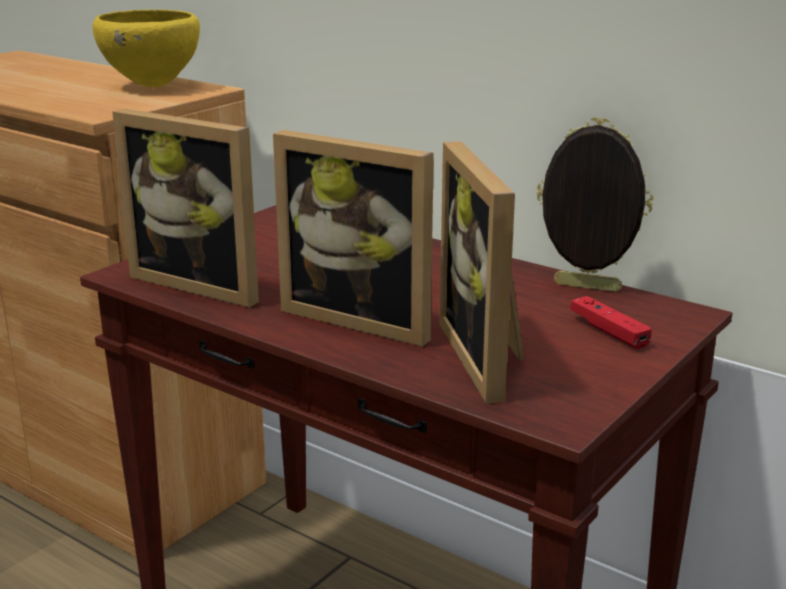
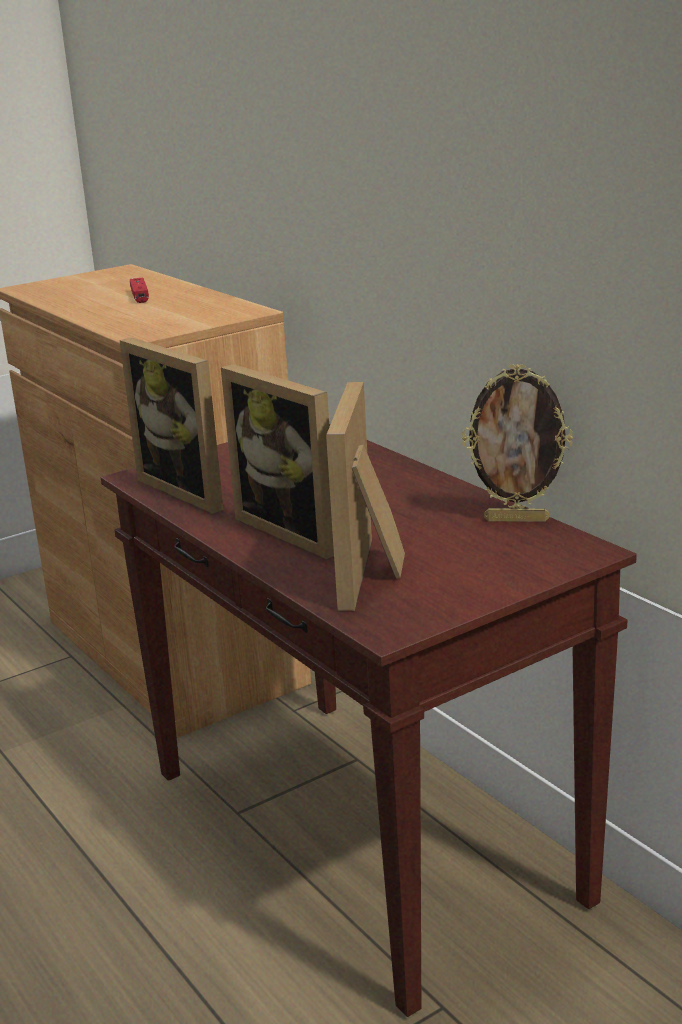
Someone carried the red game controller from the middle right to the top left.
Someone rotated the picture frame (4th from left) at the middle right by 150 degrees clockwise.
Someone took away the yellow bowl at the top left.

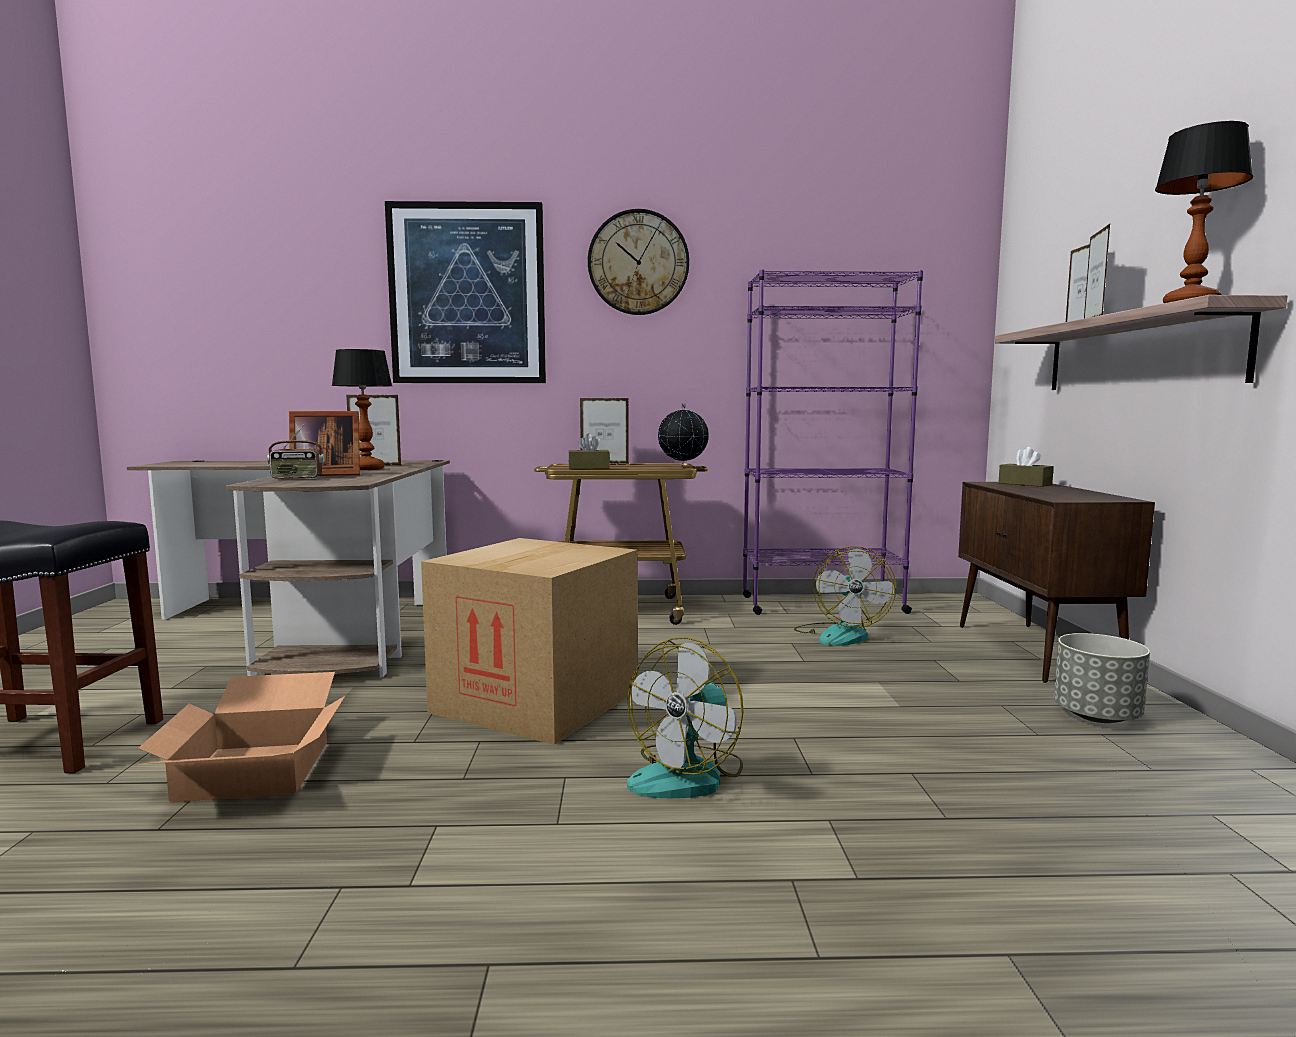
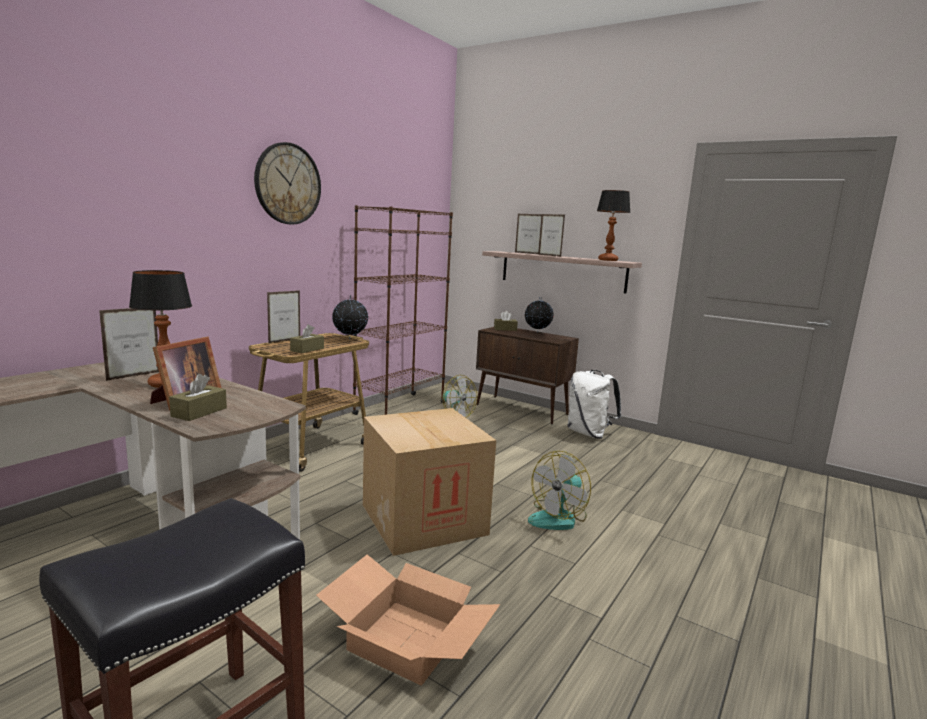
Someone swapped the radio at the middle left for the brown tissue box (1st from left) at the middle left.
Someone repainted the purple bookcase at the centre, which became the brown bookcase at the centre.
Someone put down the globe (2nd from left) at the centre.
Someone rotated the fan (1st from left in the first image) at the bottom centre by 60 degrees clockwise.
Someone swapped the grey planter at the middle right for the white backpack at the centre.
Someone took away the picture at the top centre.

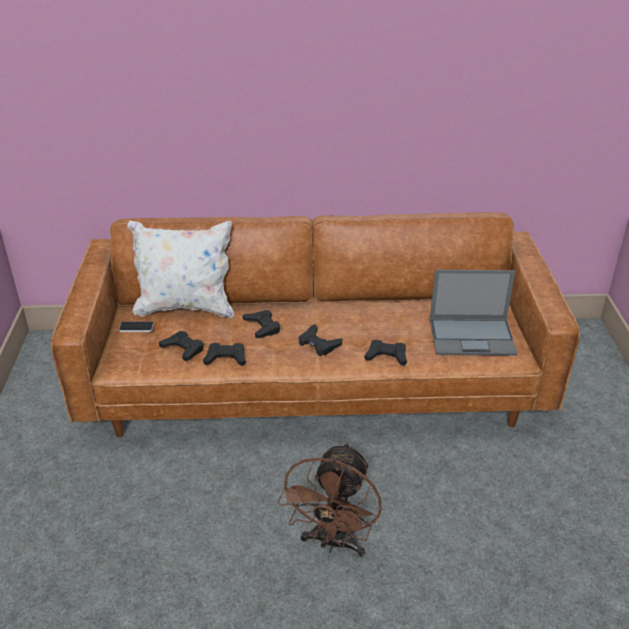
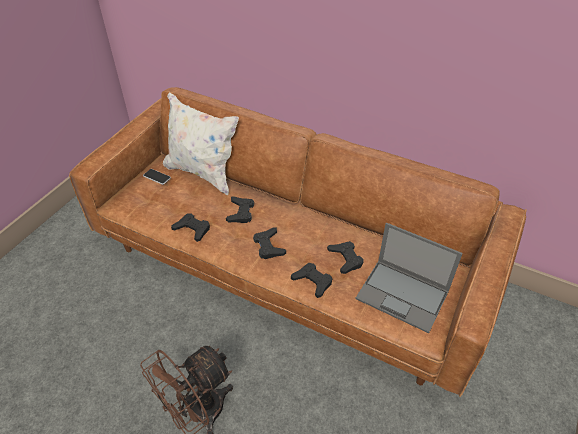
Someone carried the black game controller (1st from left in the first image) from the middle left to the centre.

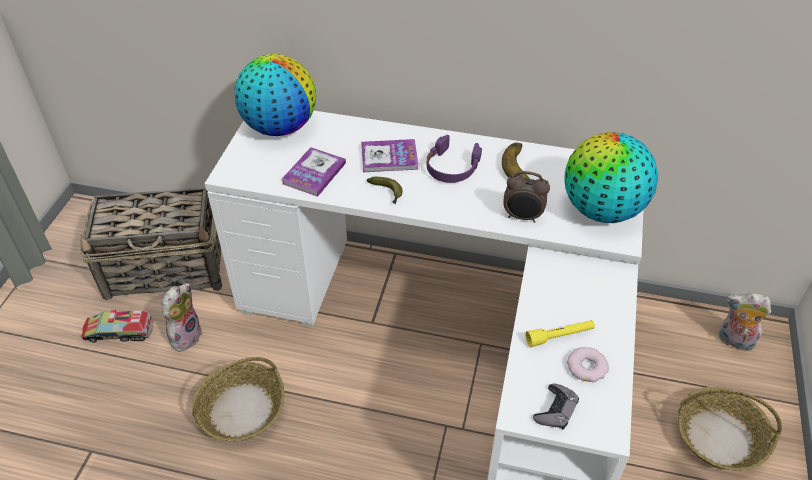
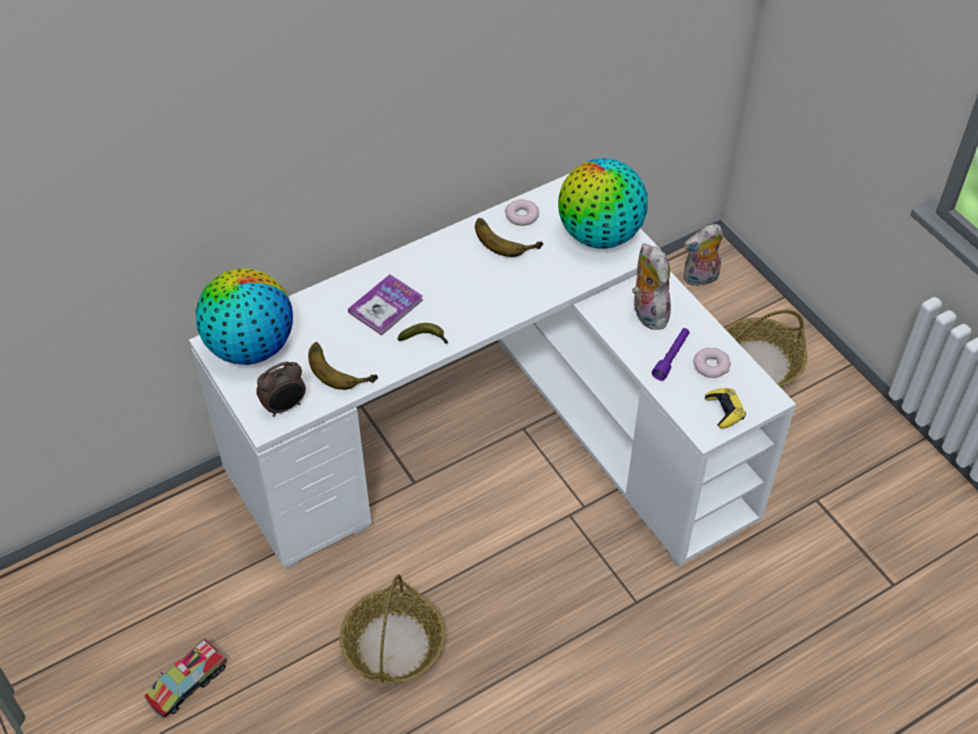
Someone carried the alarm clock from the centre to the middle left.
Someone swapped the book (1st from left) at the centre for the banana (1st from left) at the centre.
Someone put down the donut (1st from left) at the top centre.
Someone carried the plush toy (1st from left) from the middle left to the centre.
Someone repainted the yellow flashlight at the bottom right, which became the purple flashlight at the middle right.
Someone repainted the grey game controller at the bottom right, which became the yellow game controller at the middle right.
Someone took away the basket (1st from left) at the middle left.
Someone took away the purple headphones at the top centre.

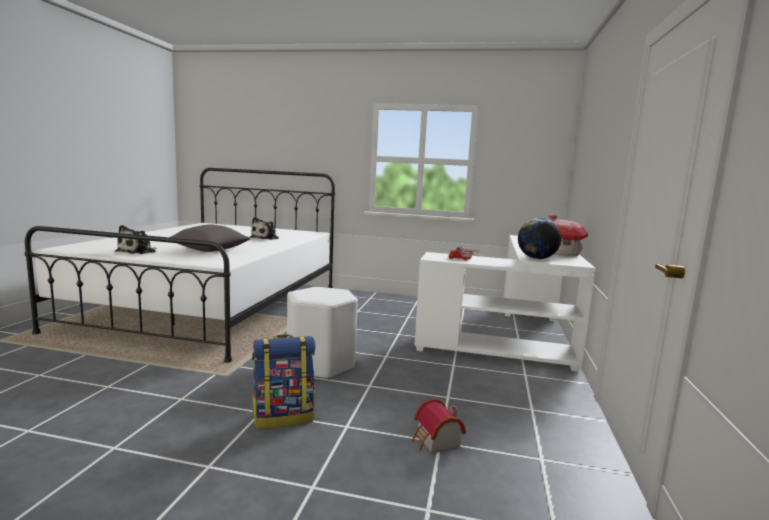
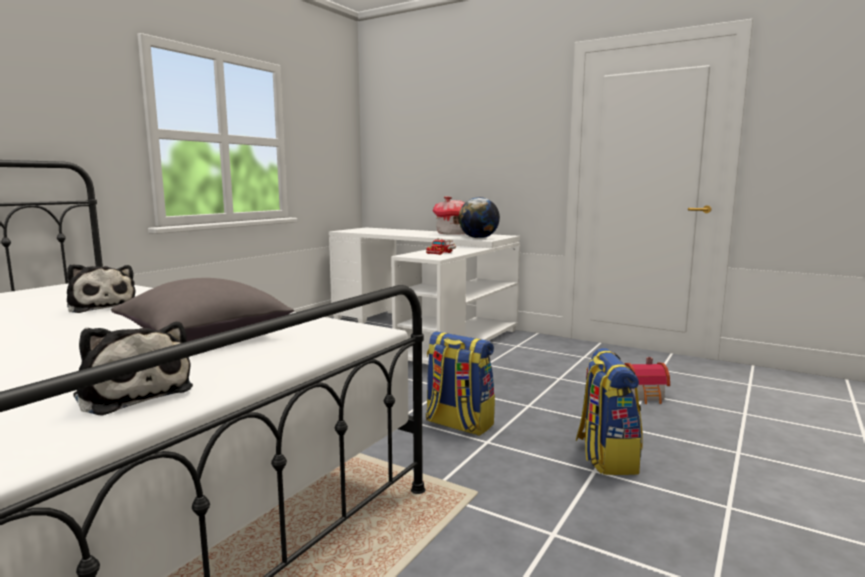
Someone swapped the white stool at the centre for the backpack (1st from left) at the centre.

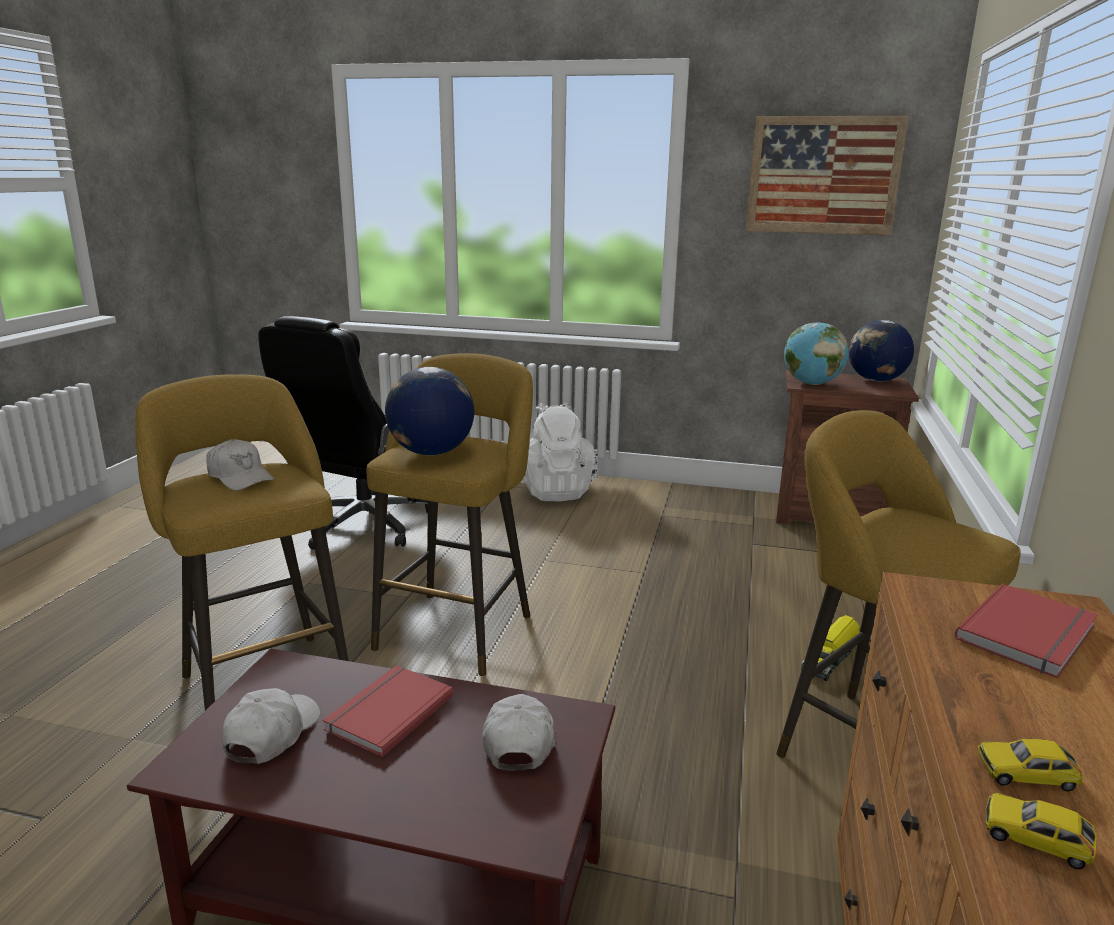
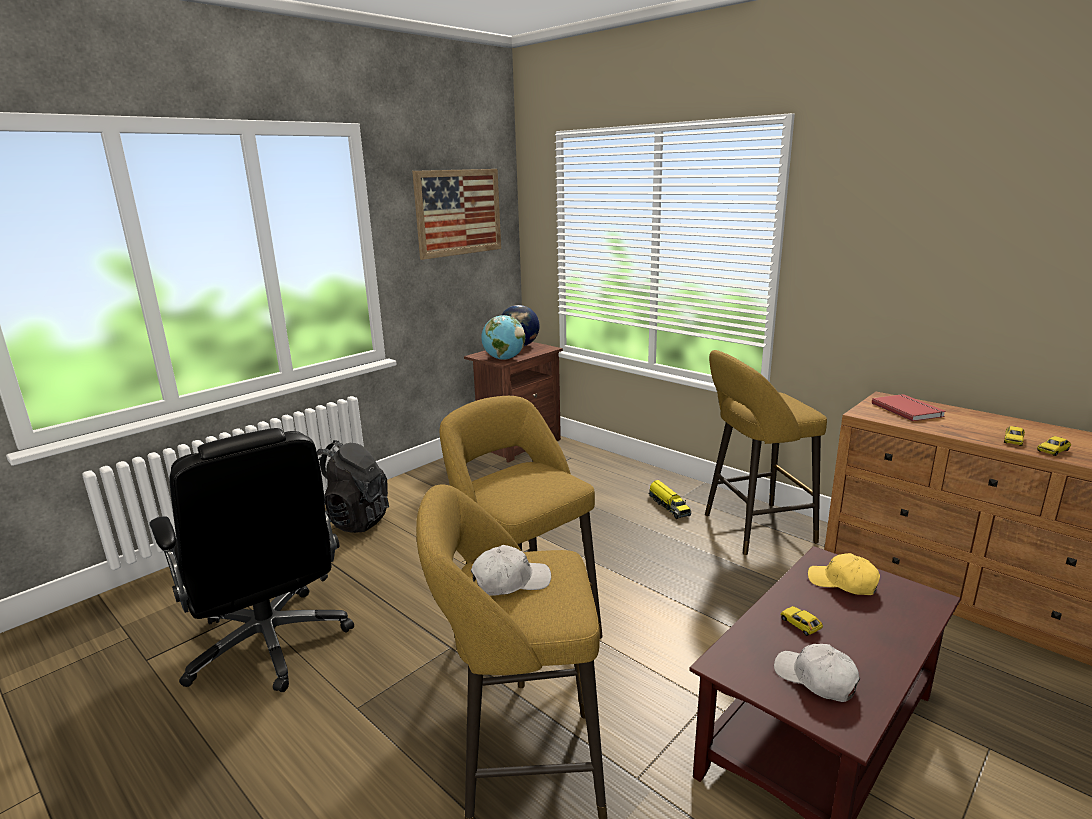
Someone repainted the white backpack at the centre, which became the black backpack at the middle left.
Someone swapped the red book (1st from left) at the bottom centre for the toy car (1st from left) at the bottom right.
Someone repainted the white cap (3rd from left) at the bottom centre, which became the yellow cap at the bottom right.
Someone took away the globe (1st from left) at the centre.

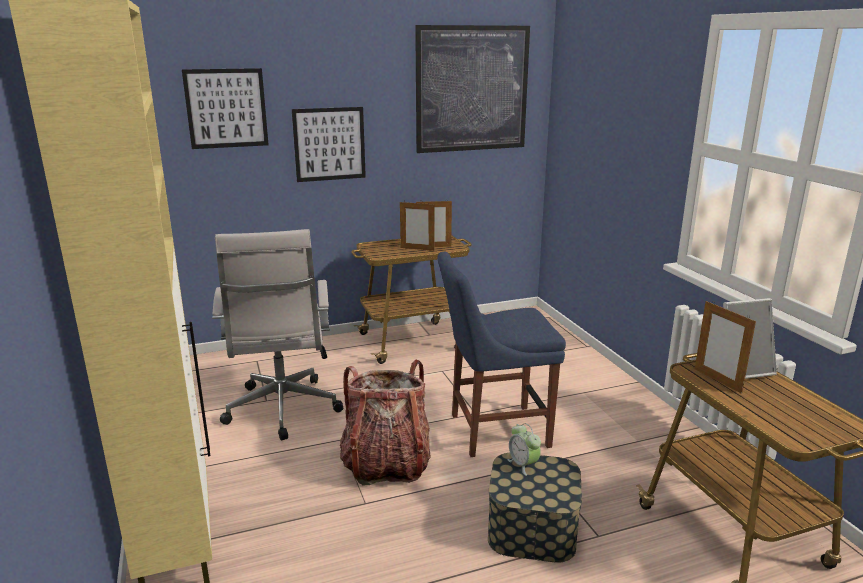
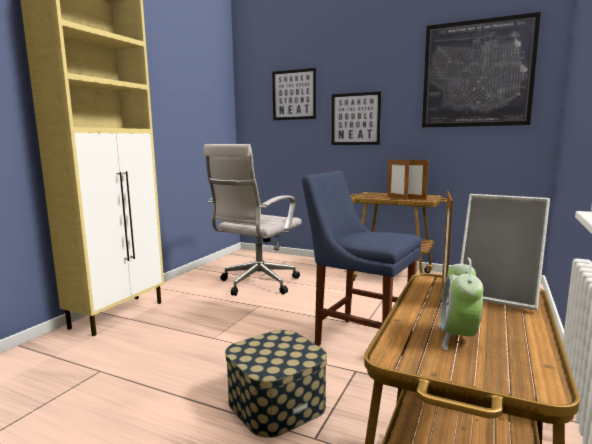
Someone carried the alarm clock from the bottom centre to the bottom right.
Someone took away the backpack at the bottom centre.

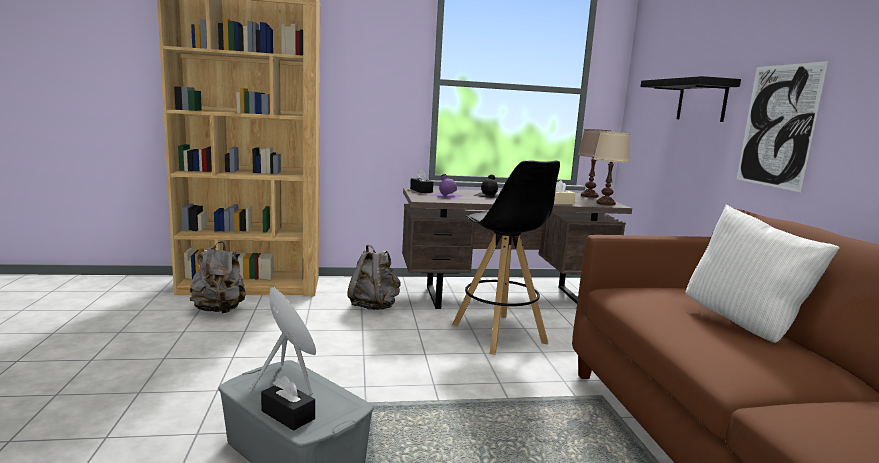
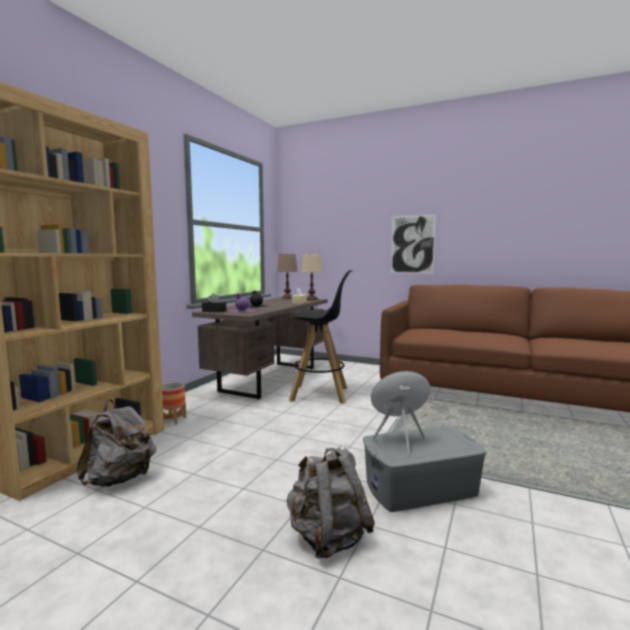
Someone put down the planter at the middle left.
Someone carried the grey backpack (2nd from left) from the centre to the bottom centre.
Someone took away the black tissue box (1st from left) at the bottom left.
Someone took away the black shelf at the top right.
Someone took away the white pillow at the middle right.

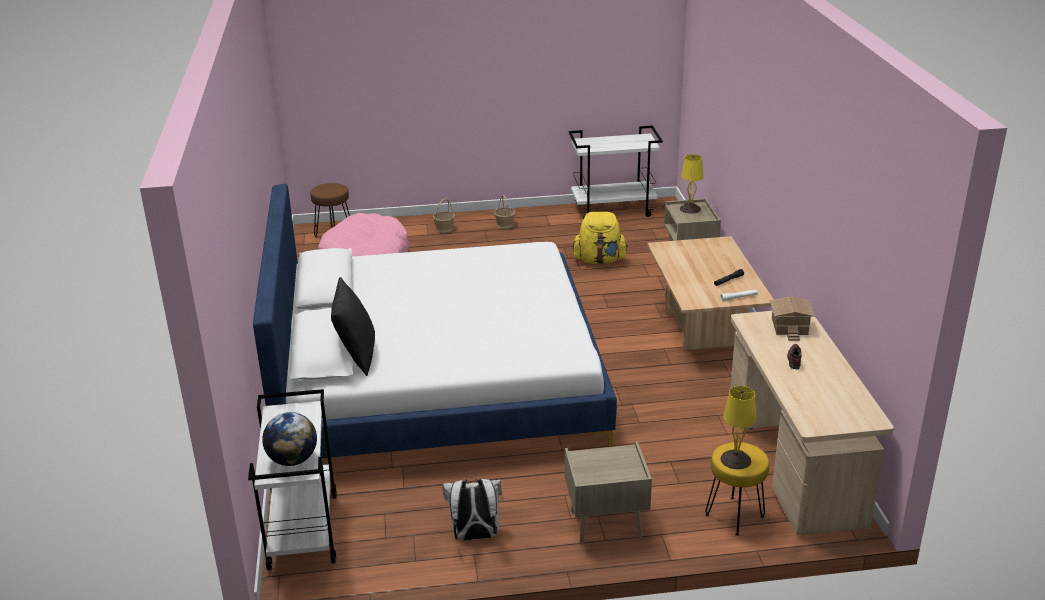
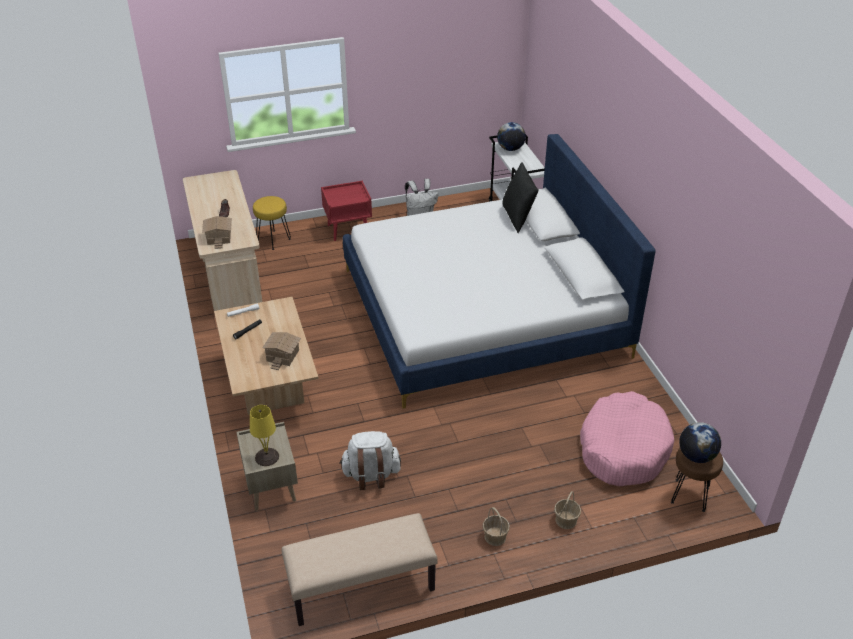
Someone put down the toy house (2nd from left) at the middle left.
Someone swapped the white cart (2nd from left) at the top centre for the beige bench at the bottom centre.
Someone repainted the beige nightstand (1st from left) at the bottom centre, which became the red nightstand at the top centre.
Someone repainted the yellow backpack at the centre, which became the white backpack (1st from left) at the bottom centre.
Someone put down the globe (2nd from left) at the bottom right.
Someone took away the yellow table lamp (2nd from left) at the bottom right.

